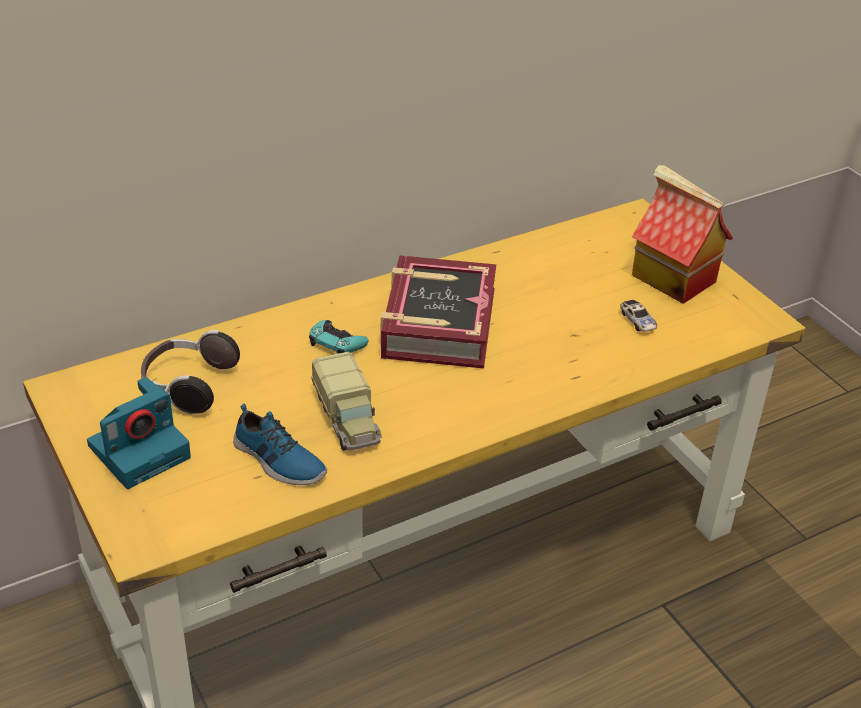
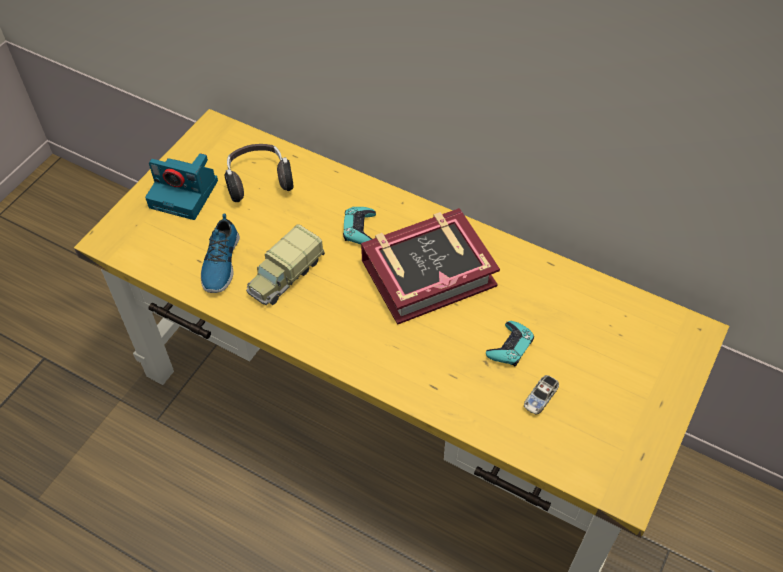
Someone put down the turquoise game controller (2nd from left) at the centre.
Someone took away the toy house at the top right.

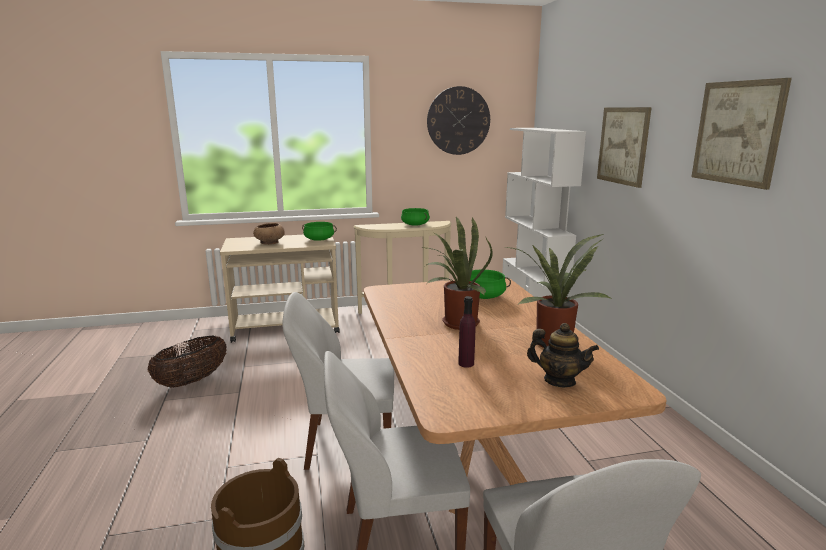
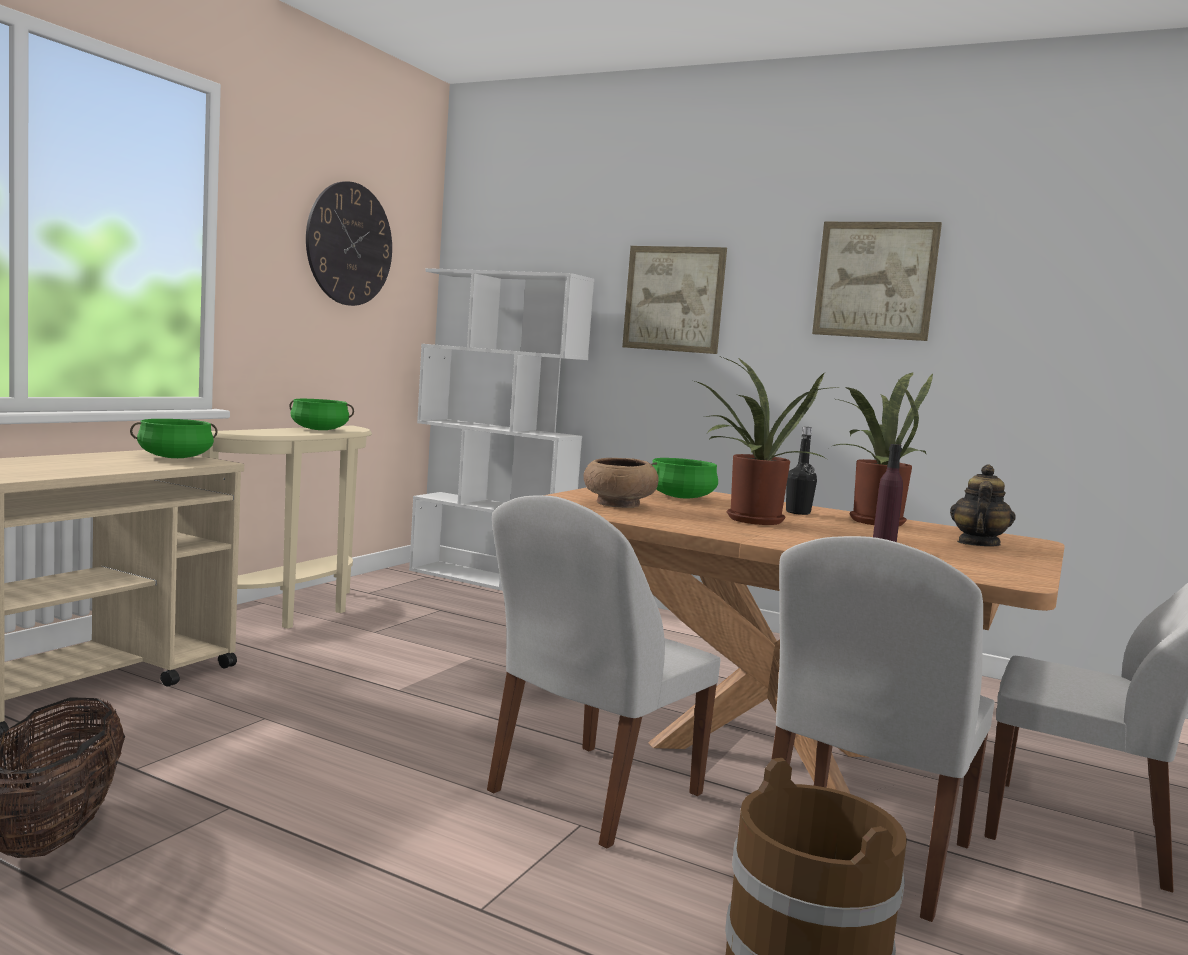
Someone carried the brown bowl from the middle left to the centre.
Someone put down the black bottle at the middle right.
Someone rotated the teapot at the middle right by 45 degrees counterclockwise.

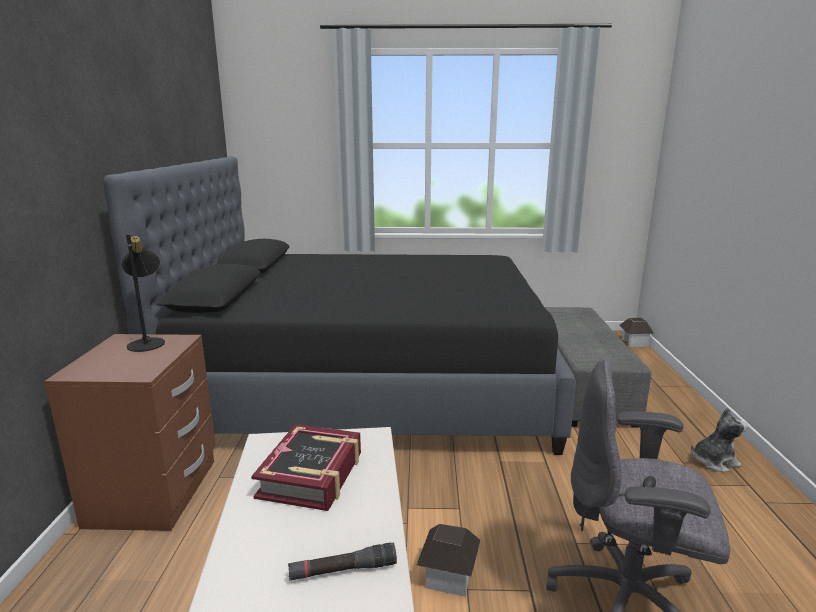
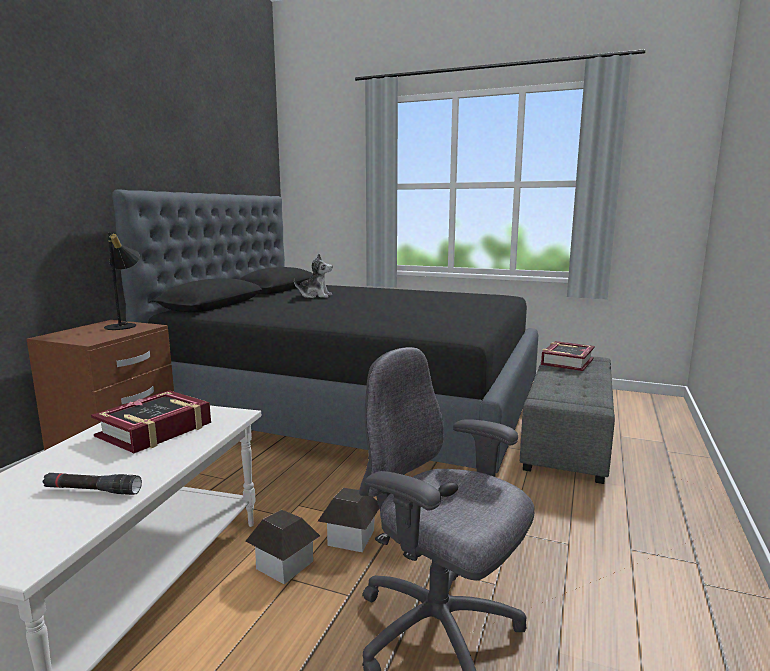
Someone carried the plush toy from the bottom right to the centre.
Someone carried the toy house (2nd from left) from the middle right to the bottom centre.
Someone put down the book (2nd from left) at the middle right.

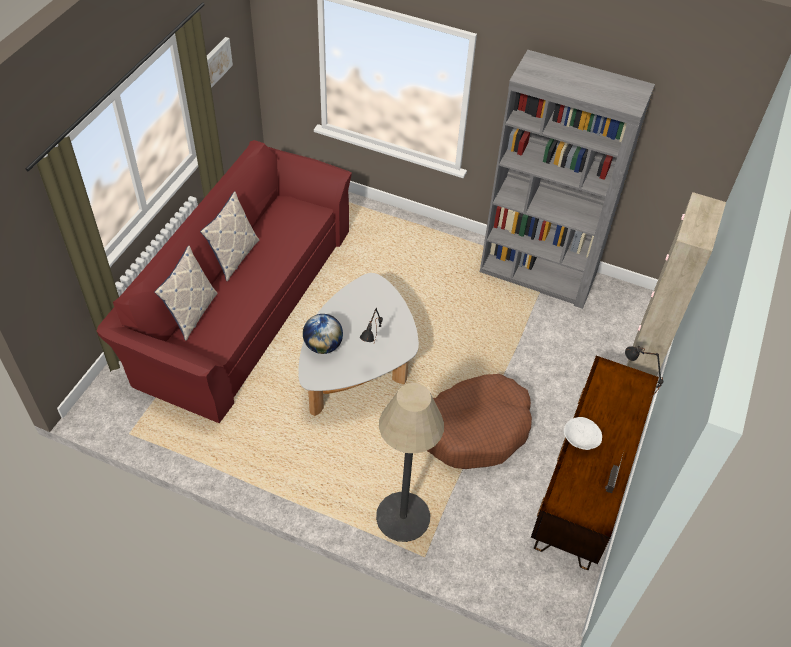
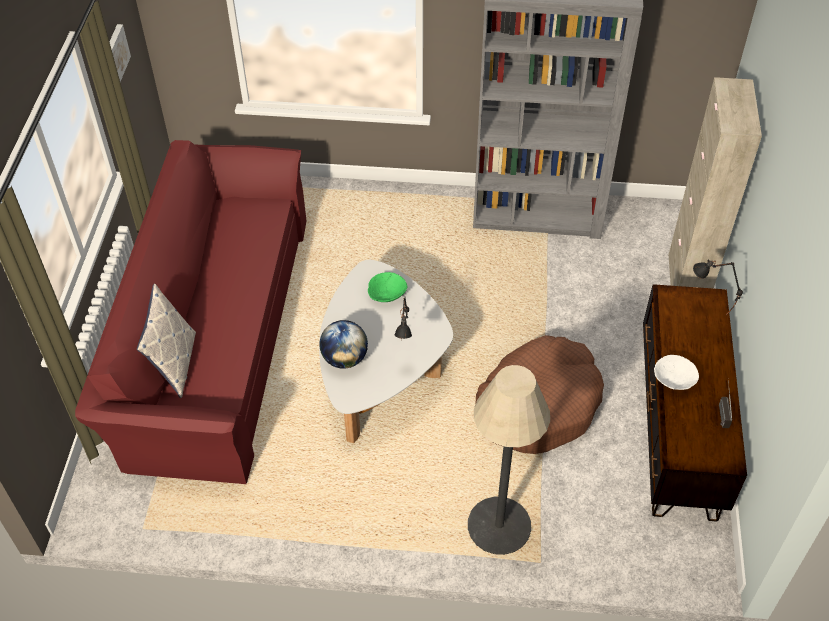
Someone put down the green bowl at the centre.
Someone took away the pillow (2nd from left) at the middle left.

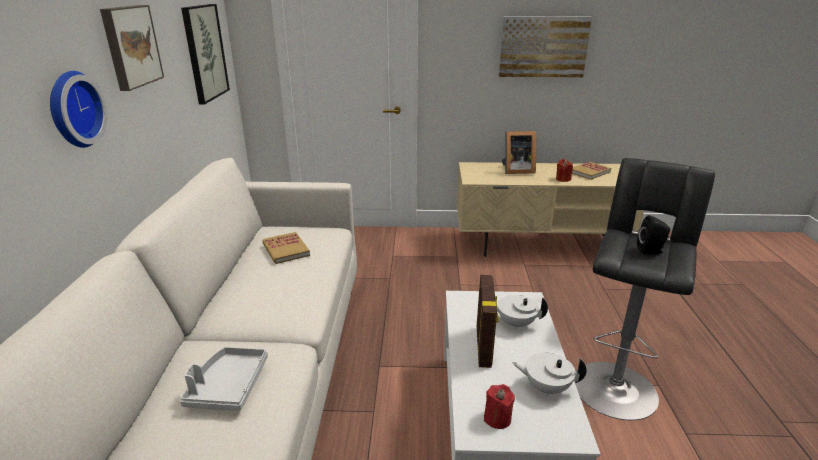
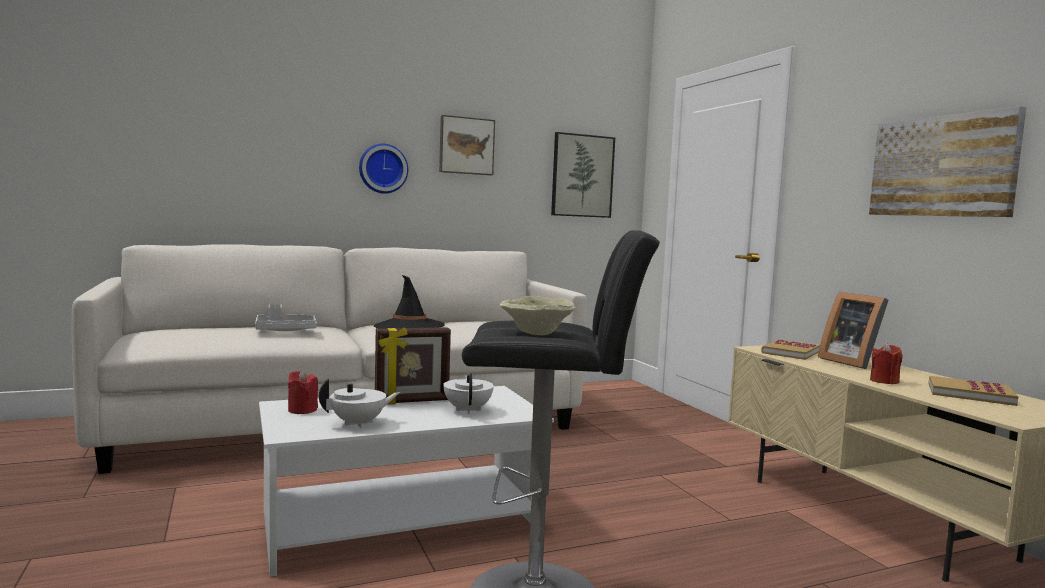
Someone rotated the white teapot (2nd from left in the first image) at the bottom right by 75 degrees clockwise.
Someone put down the black hat at the centre.
Someone swapped the black speaker at the middle right for the beige bowl at the centre.
Someone carried the book (1st from left) from the centre to the middle right.

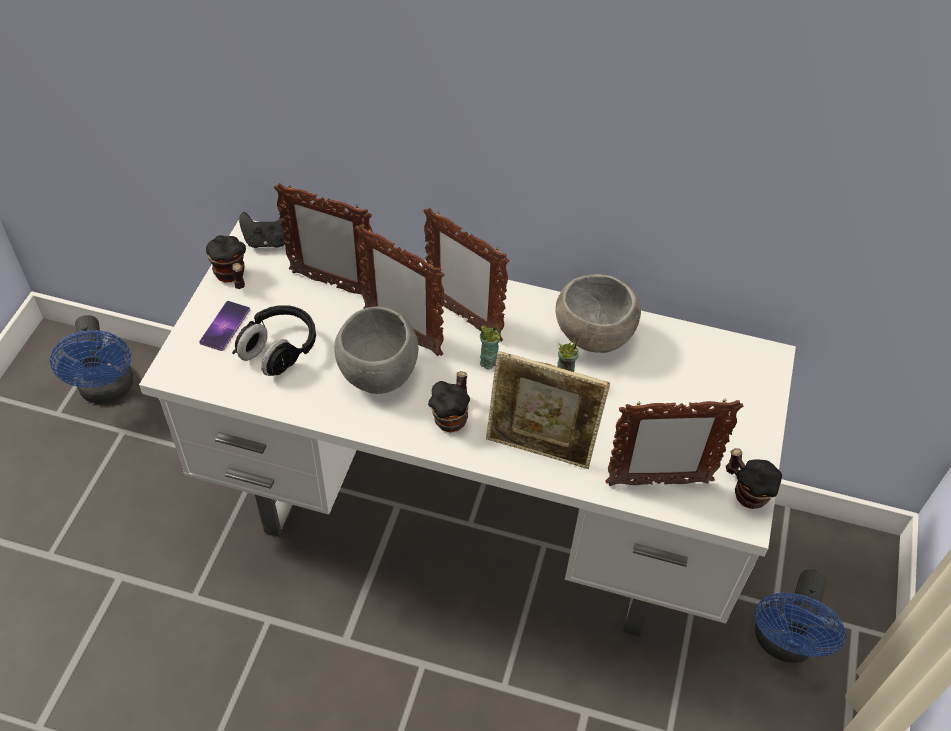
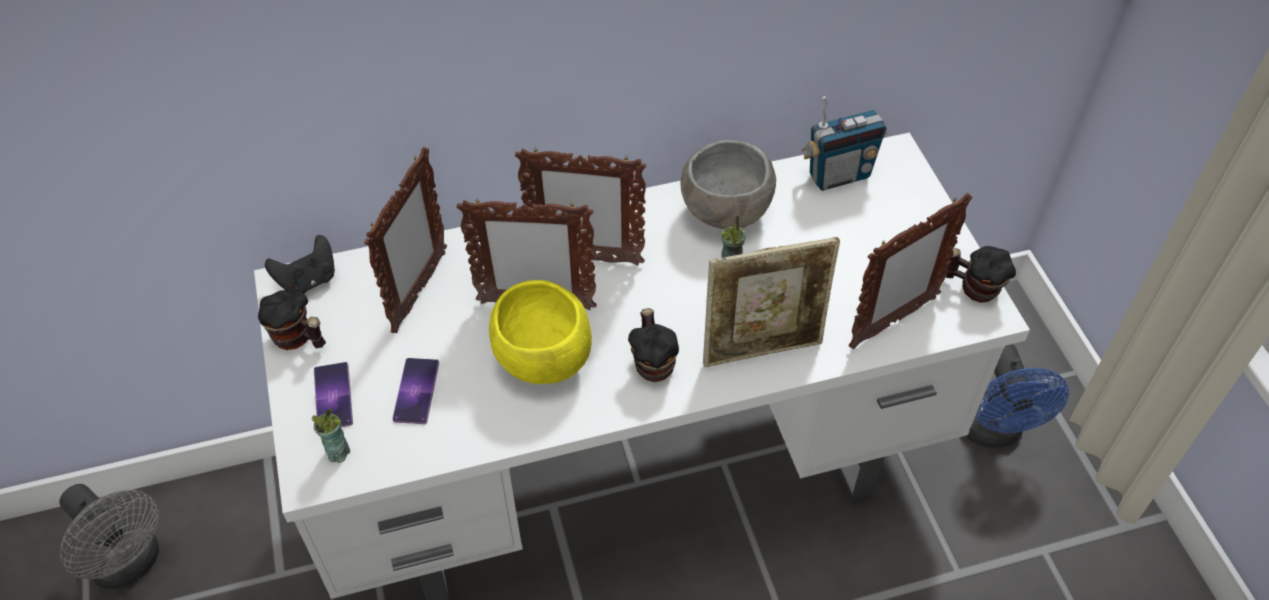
Someone repainted the blue fan (1st from left) at the middle left, which became the grey fan at the bottom left.
Someone carried the cup (1st from left) from the centre to the bottom left.
Someone rotated the picture frame (1st from left) at the top centre by 60 degrees counterclockwise.
Someone swapped the black headphones at the middle left for the phone (2nd from left) at the middle left.
Someone repainted the grey bowl (1st from left) at the centre, which became the yellow bowl at the centre.
Someone put down the radio at the top centre.

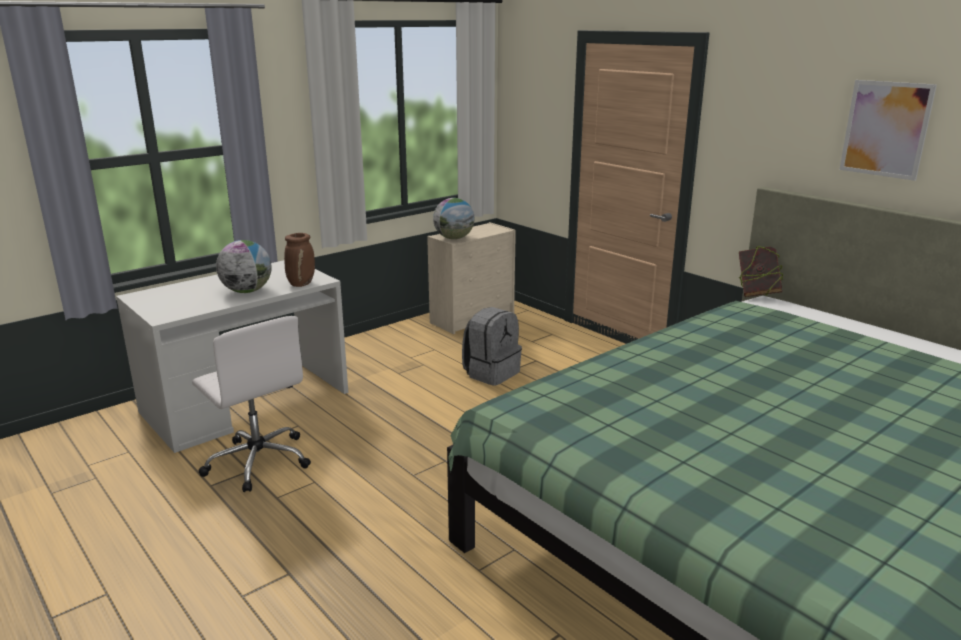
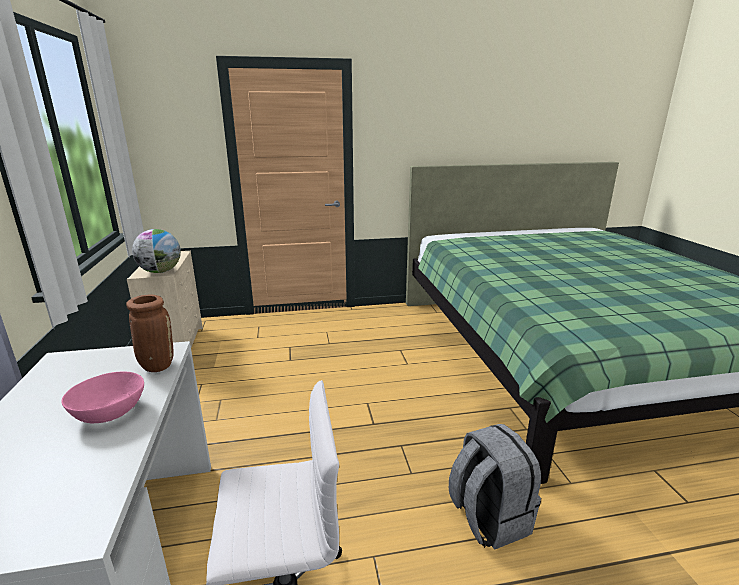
Someone swapped the globe (1st from left) at the middle left for the pink bowl at the bottom left.
Someone carried the grey backpack from the centre to the bottom right.
Someone took away the book at the middle right.
Someone took away the picture at the top right.

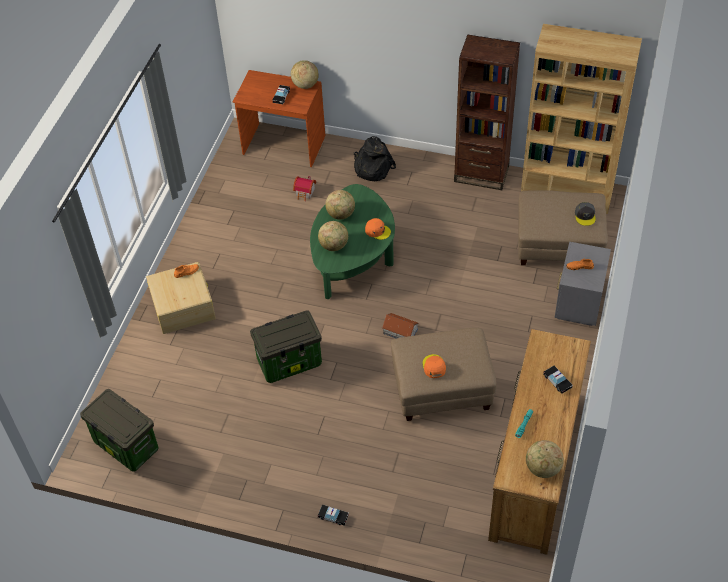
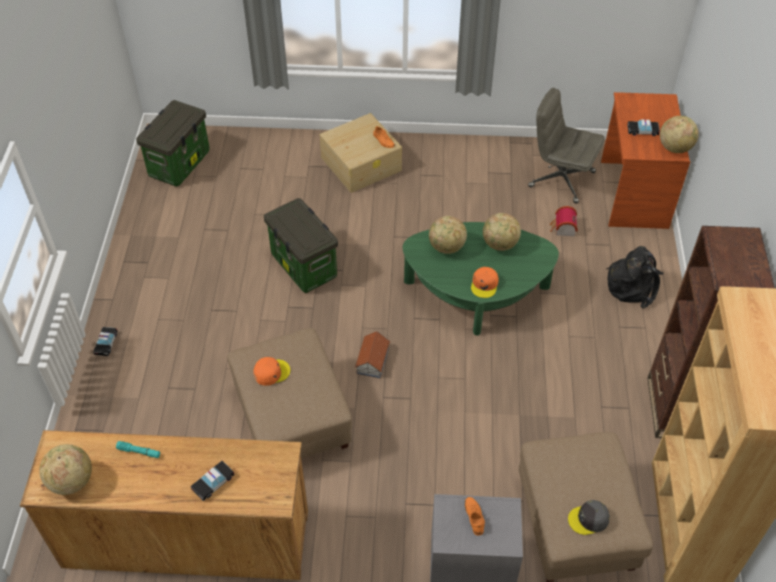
Someone put down the grey office chair at the top right.

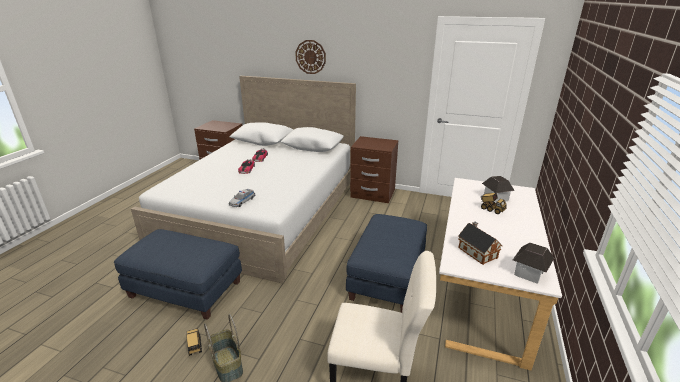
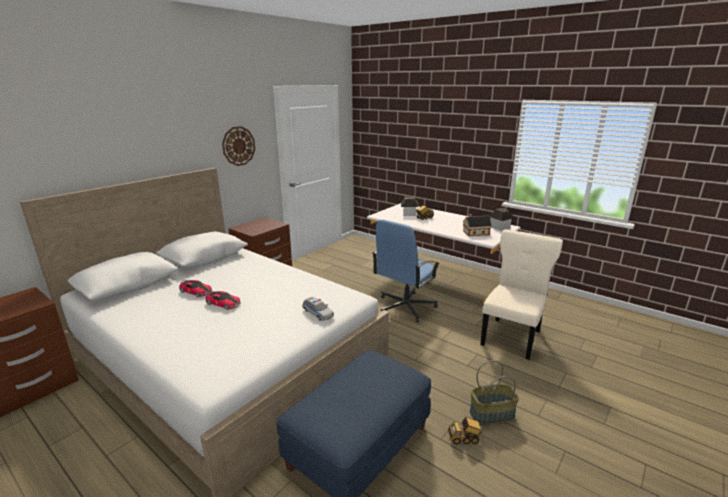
Someone carried the wall clock from the top centre to the top left.
Someone swapped the blue ottoman (2nd from left) at the bottom centre for the blue office chair at the centre.

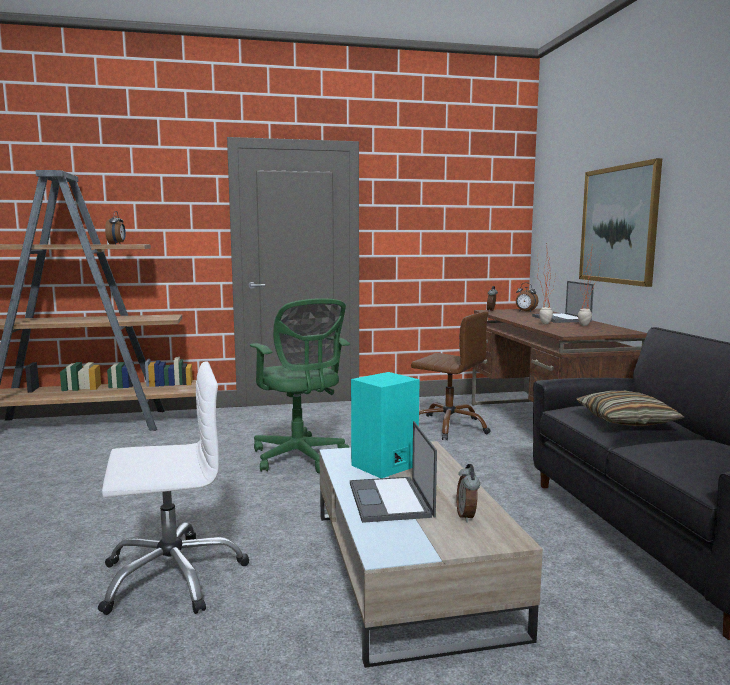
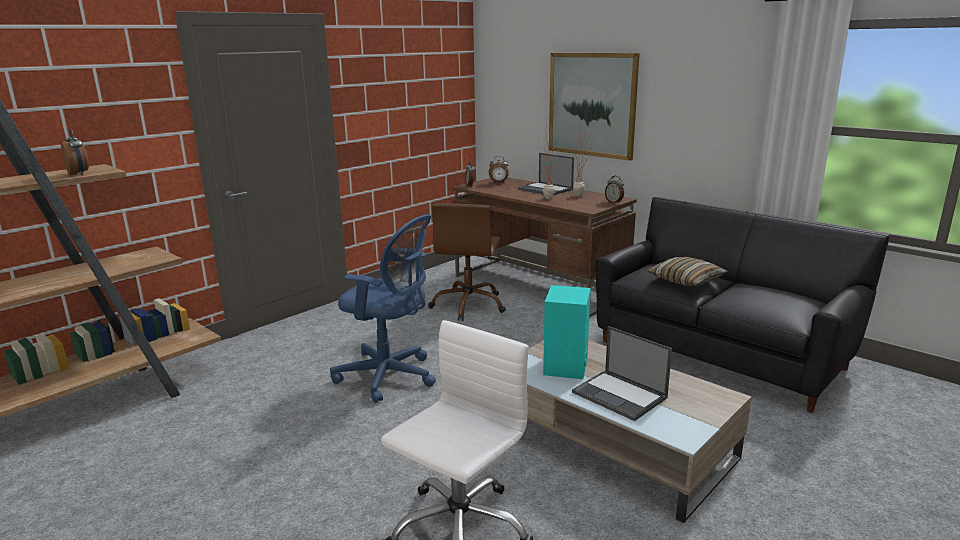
Someone repainted the green office chair at the centre, which became the blue office chair at the centre.
Someone rotated the brown office chair at the centre by 105 degrees clockwise.
Someone carried the alarm clock (2nd from left in the first image) from the bottom centre to the centre.

